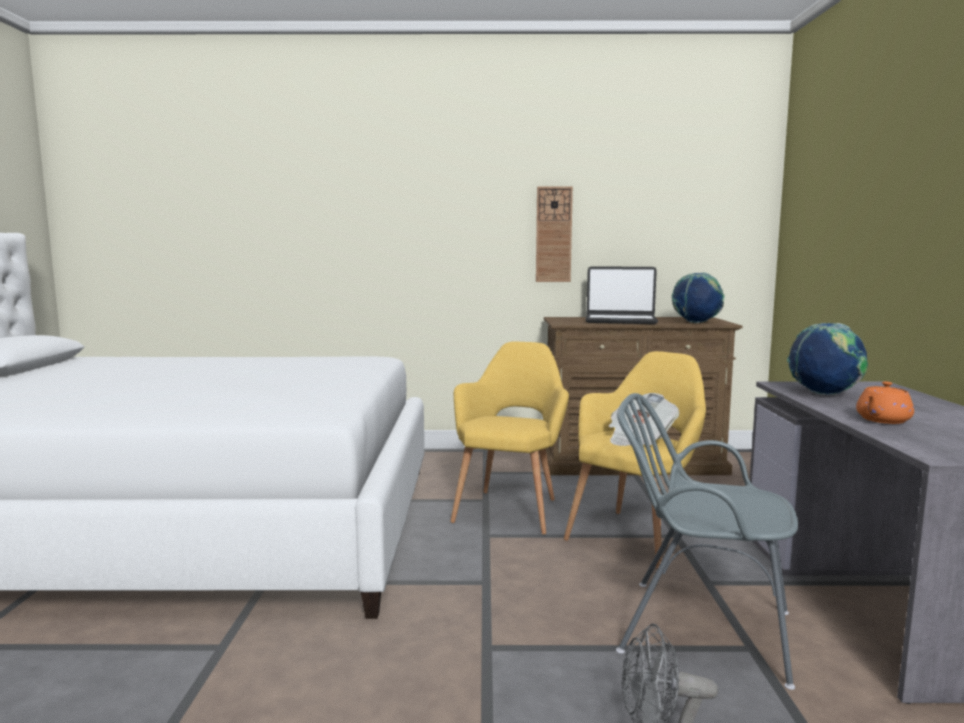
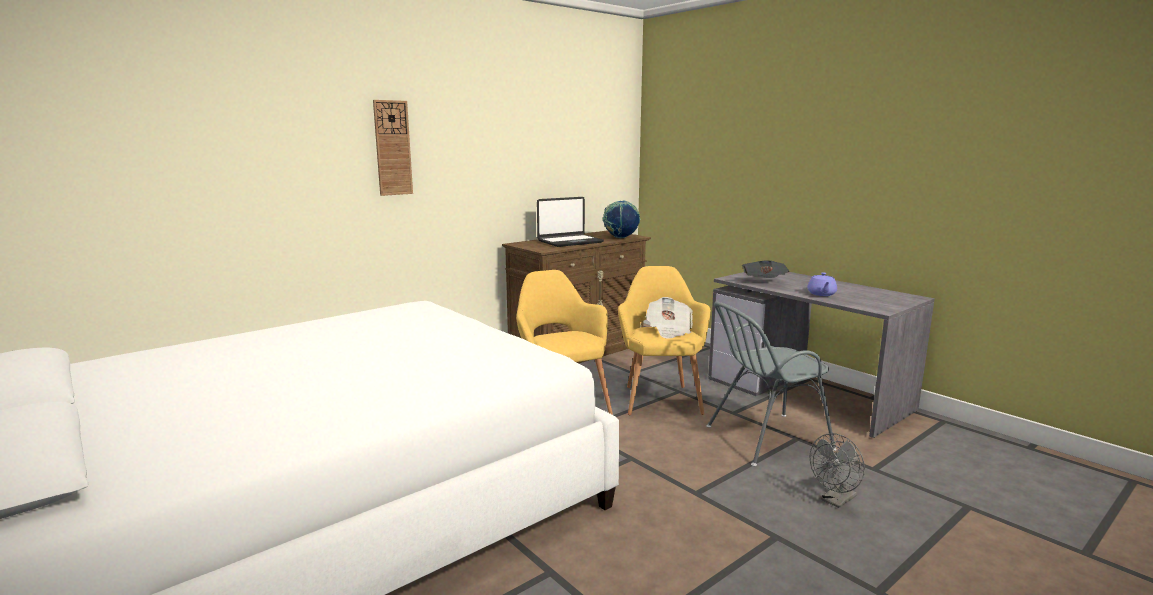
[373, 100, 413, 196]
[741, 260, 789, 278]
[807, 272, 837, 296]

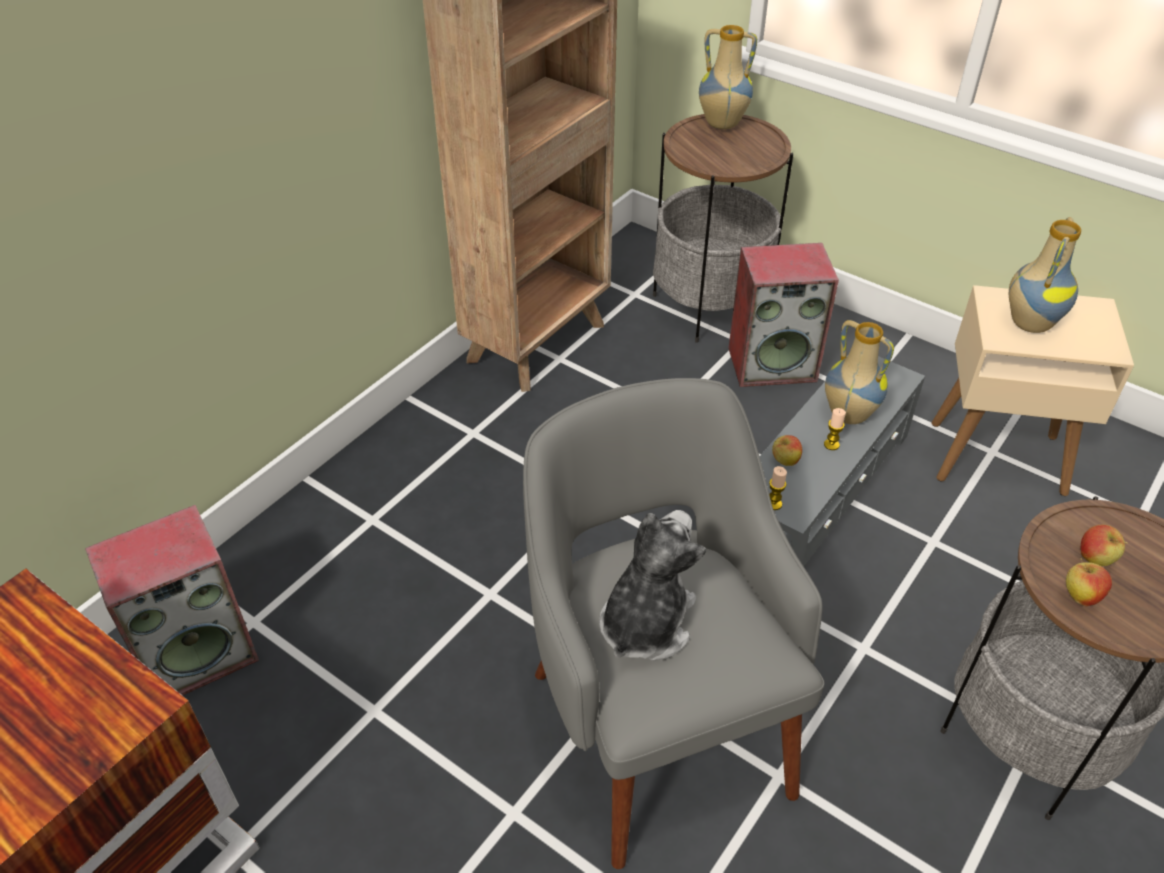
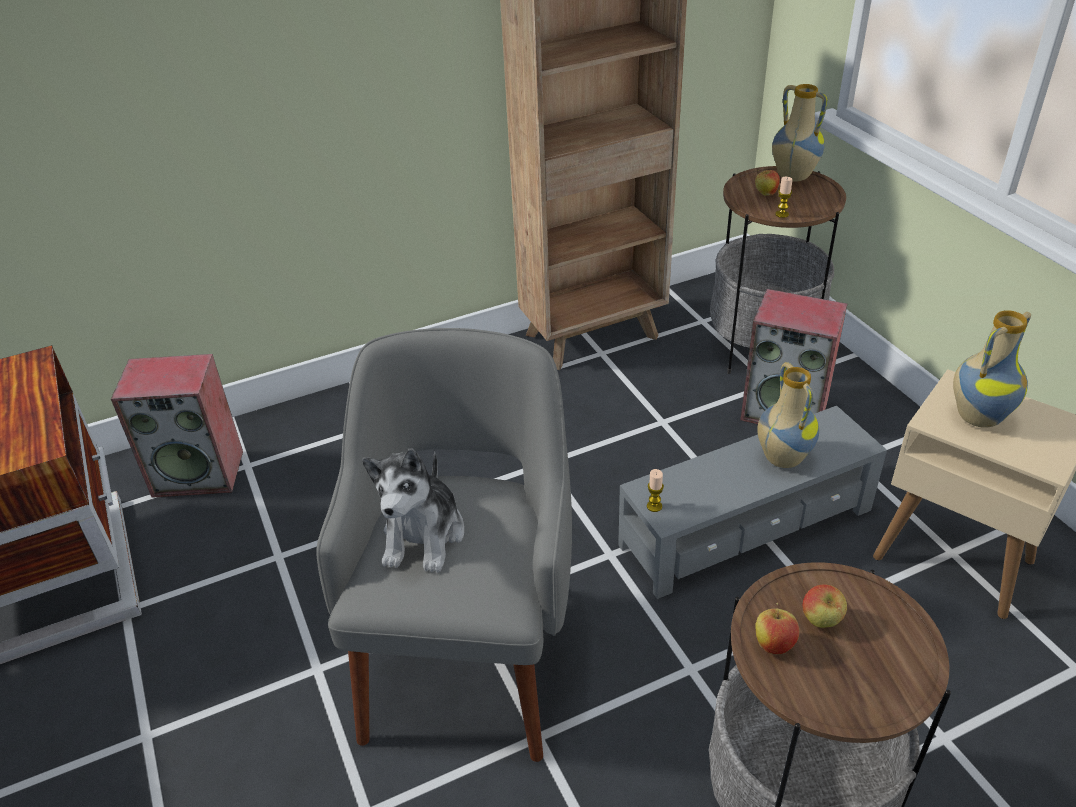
[755, 170, 780, 196]
[775, 177, 793, 218]
[362, 449, 464, 573]

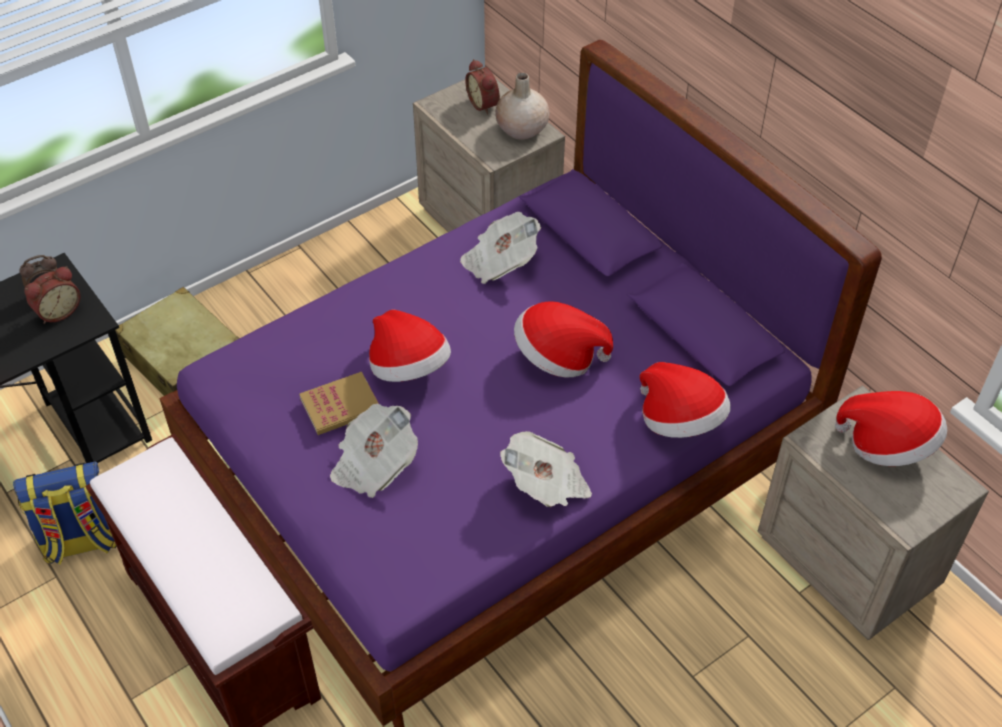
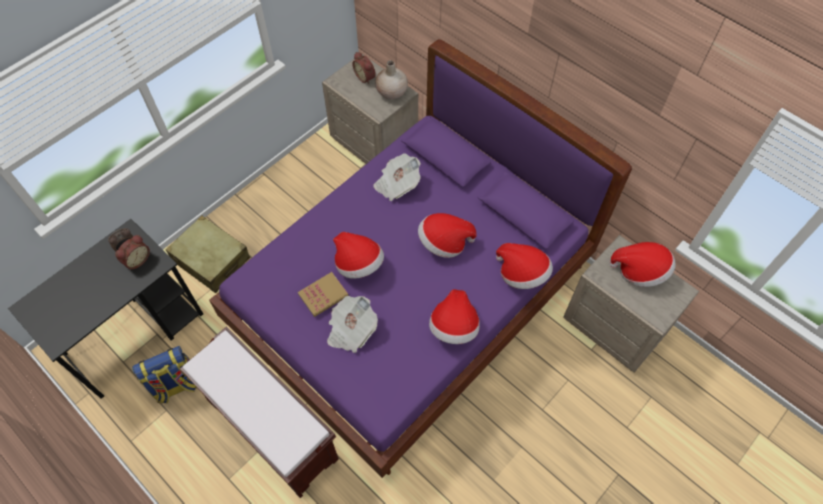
[429, 289, 480, 344]

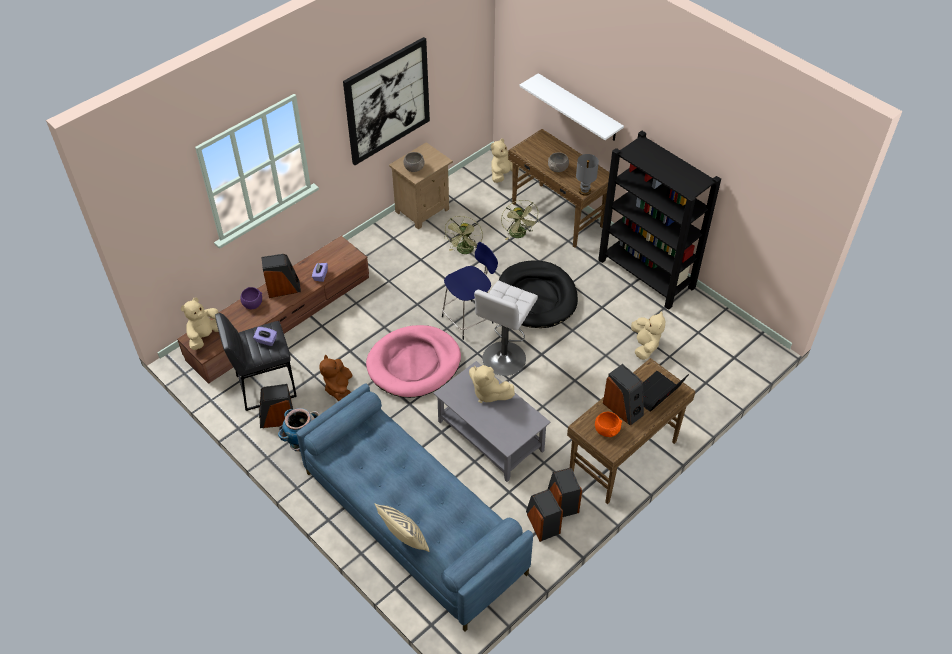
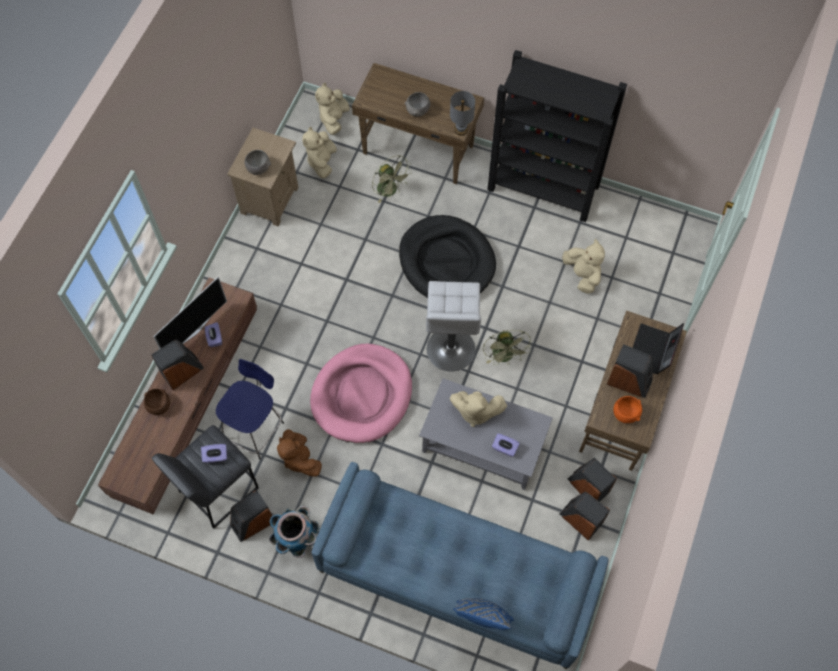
[343, 37, 430, 165] (first image)
[519, 73, 624, 141] (first image)
[153, 277, 227, 349]
[492, 433, 520, 457]
[302, 127, 337, 178]
[216, 359, 284, 459]
[483, 330, 531, 365]
[144, 389, 170, 415]
[453, 598, 514, 630]

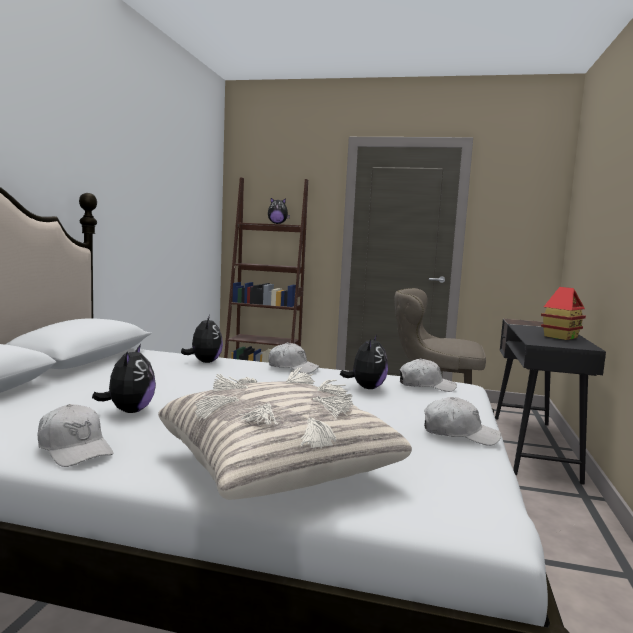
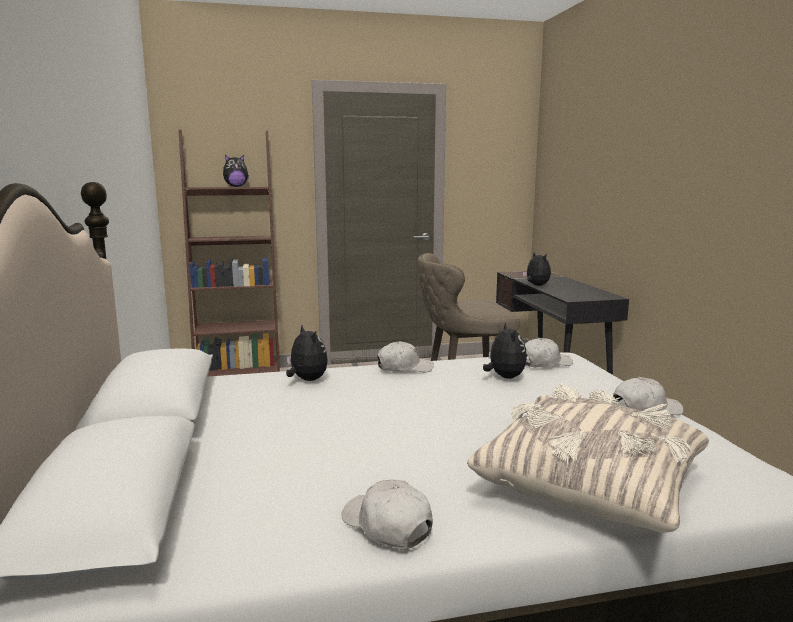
[541, 287, 586, 340] (first image)
[523, 252, 551, 286]
[342, 480, 433, 549]

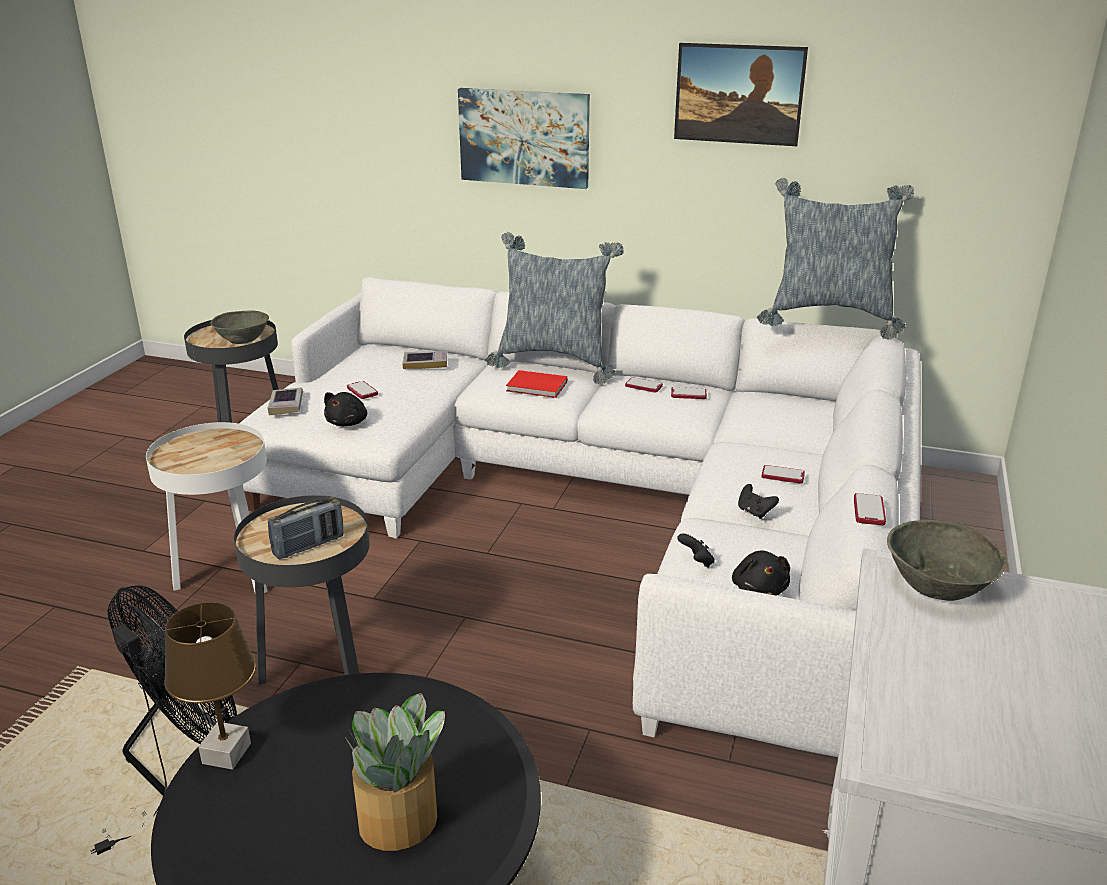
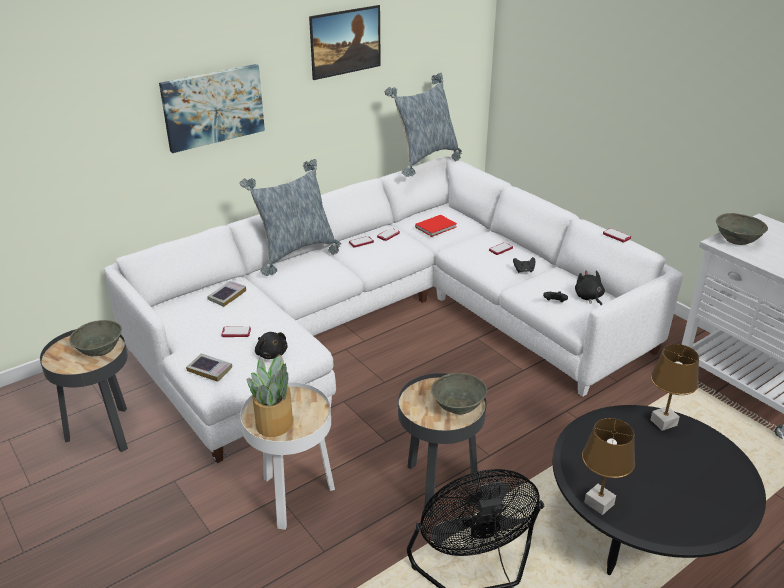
[650, 344, 699, 431]
[246, 355, 293, 437]
[415, 215, 457, 237]
[431, 373, 487, 415]
[575, 270, 605, 305]

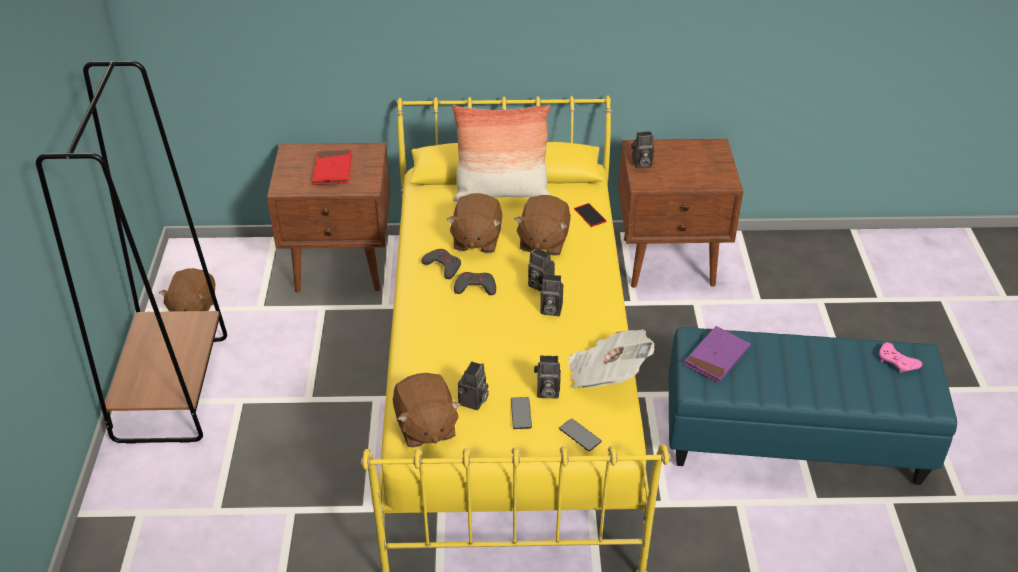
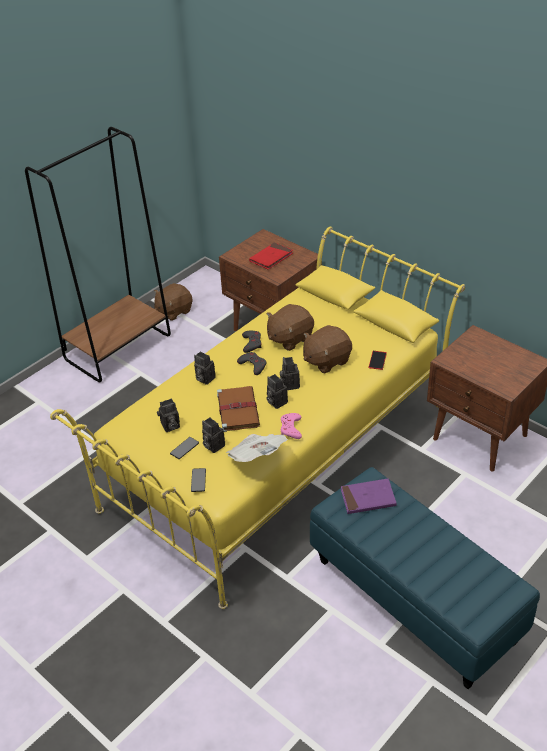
[393, 373, 461, 448] (first image)
[453, 104, 551, 202] (first image)
[217, 386, 260, 432]
[194, 352, 216, 385]
[281, 413, 302, 439]

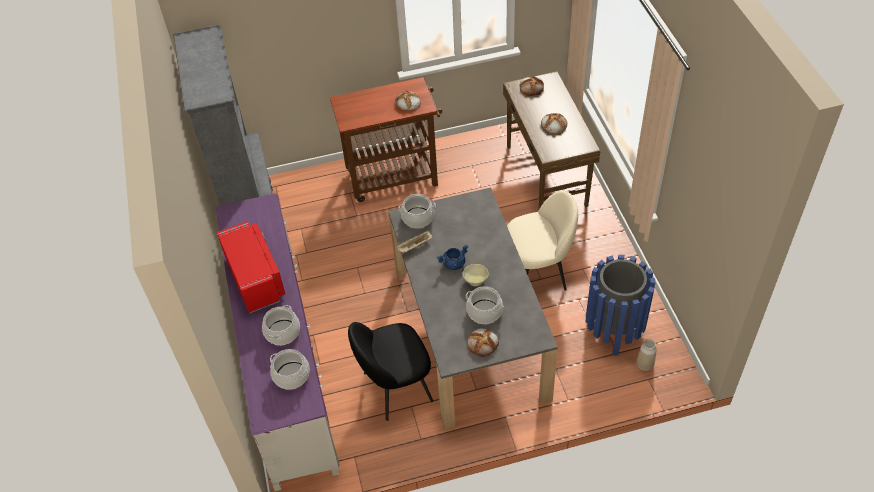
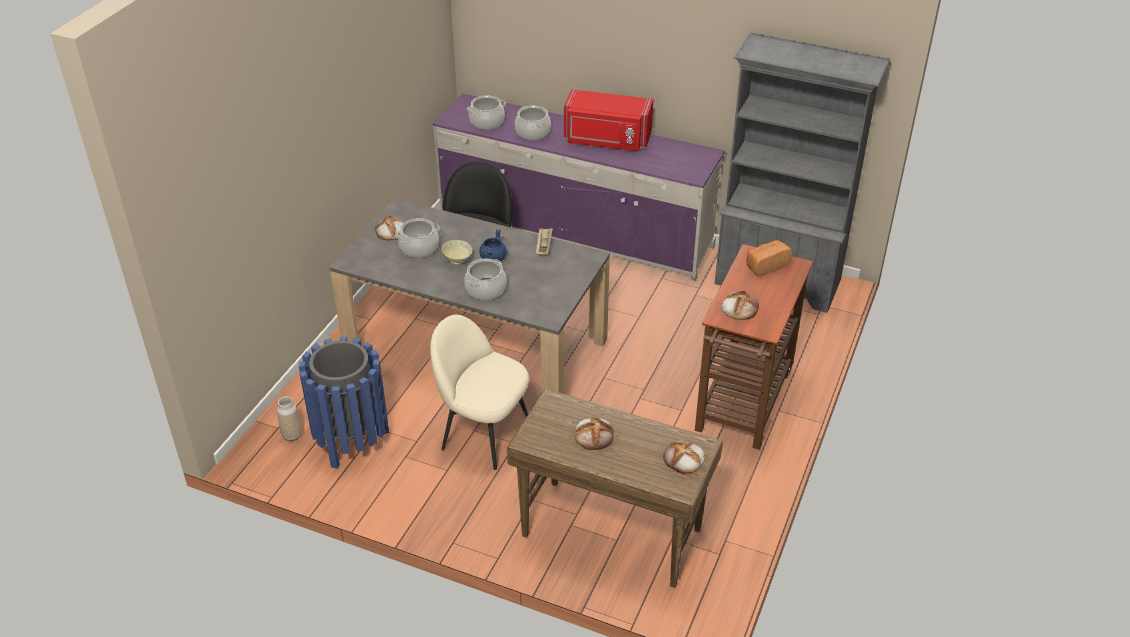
[746, 240, 792, 277]
[464, 259, 507, 300]
[430, 315, 529, 470]

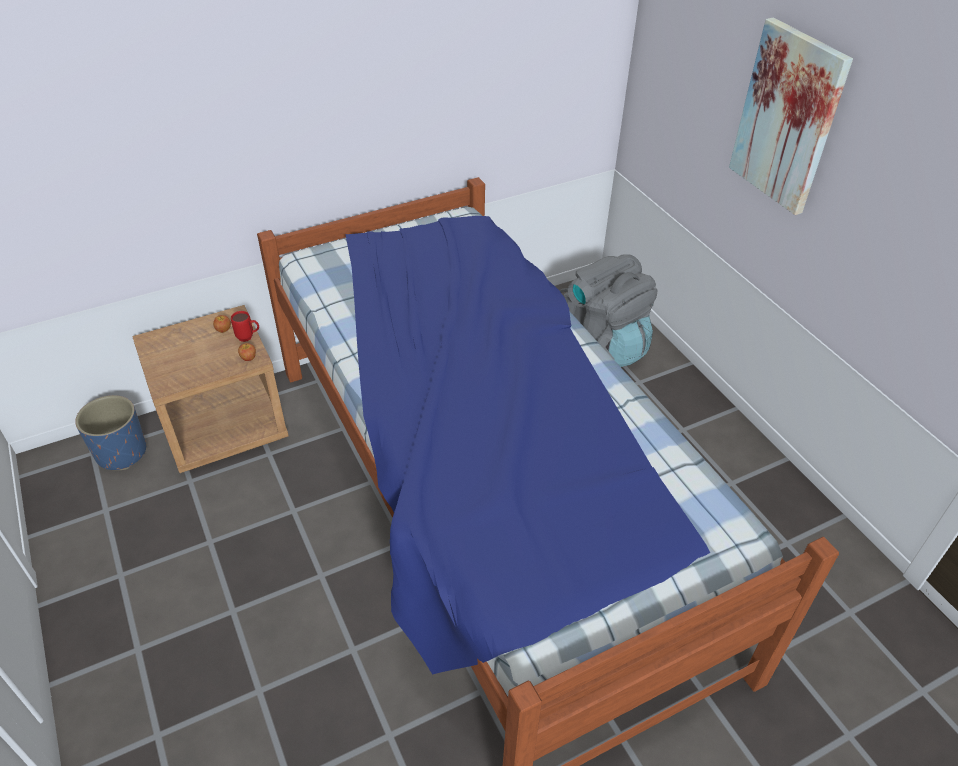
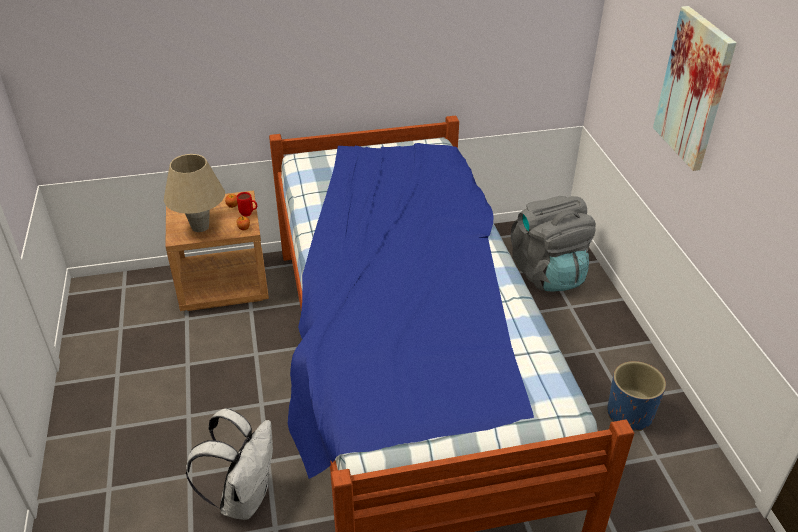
[164, 154, 225, 232]
[186, 408, 273, 520]
[607, 361, 666, 431]

